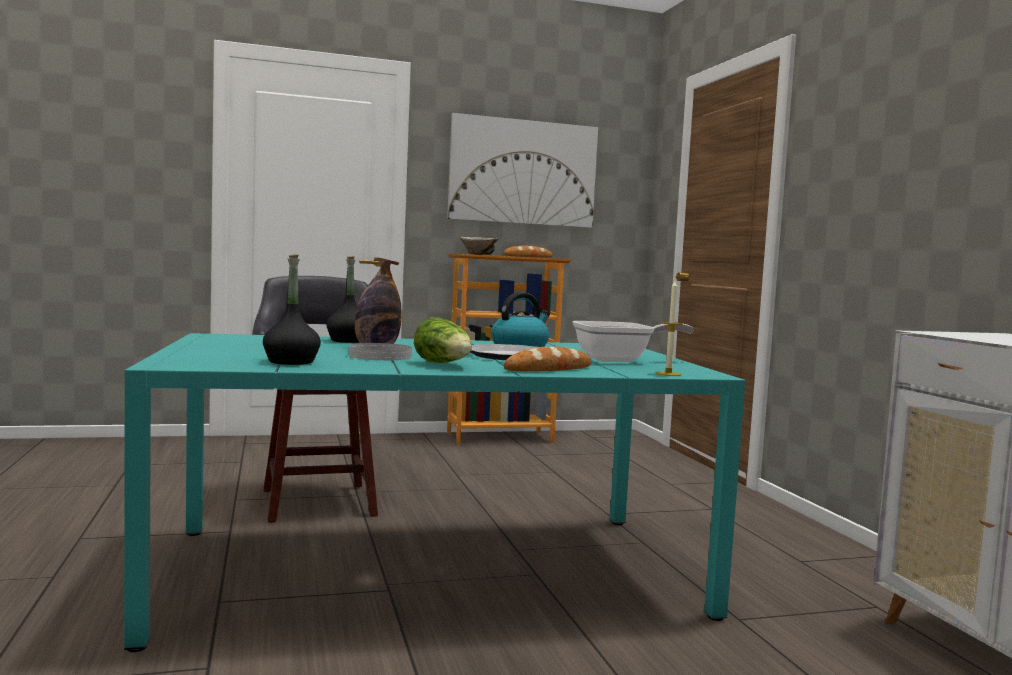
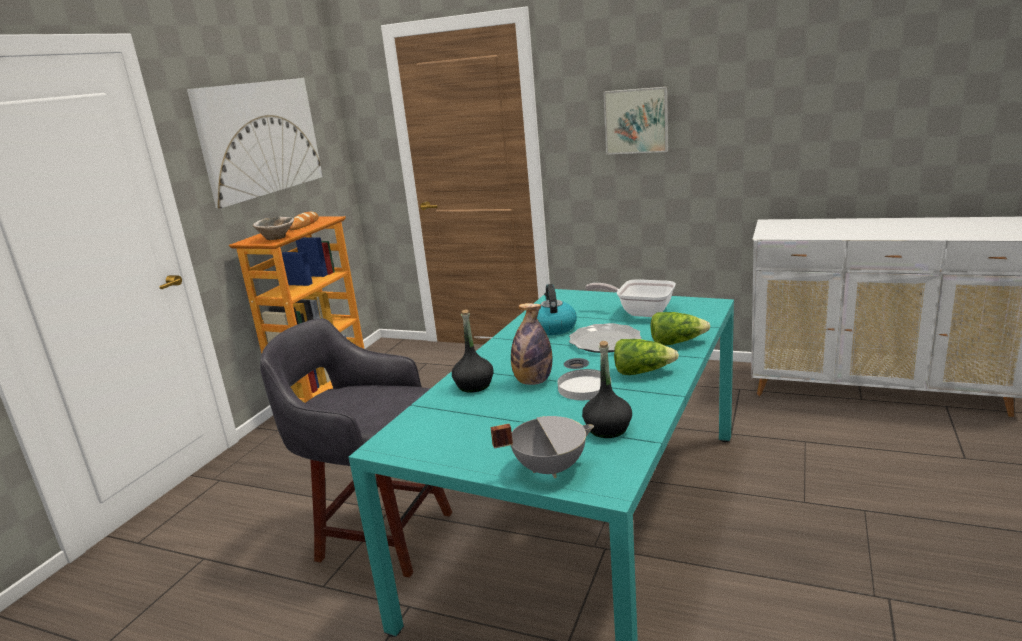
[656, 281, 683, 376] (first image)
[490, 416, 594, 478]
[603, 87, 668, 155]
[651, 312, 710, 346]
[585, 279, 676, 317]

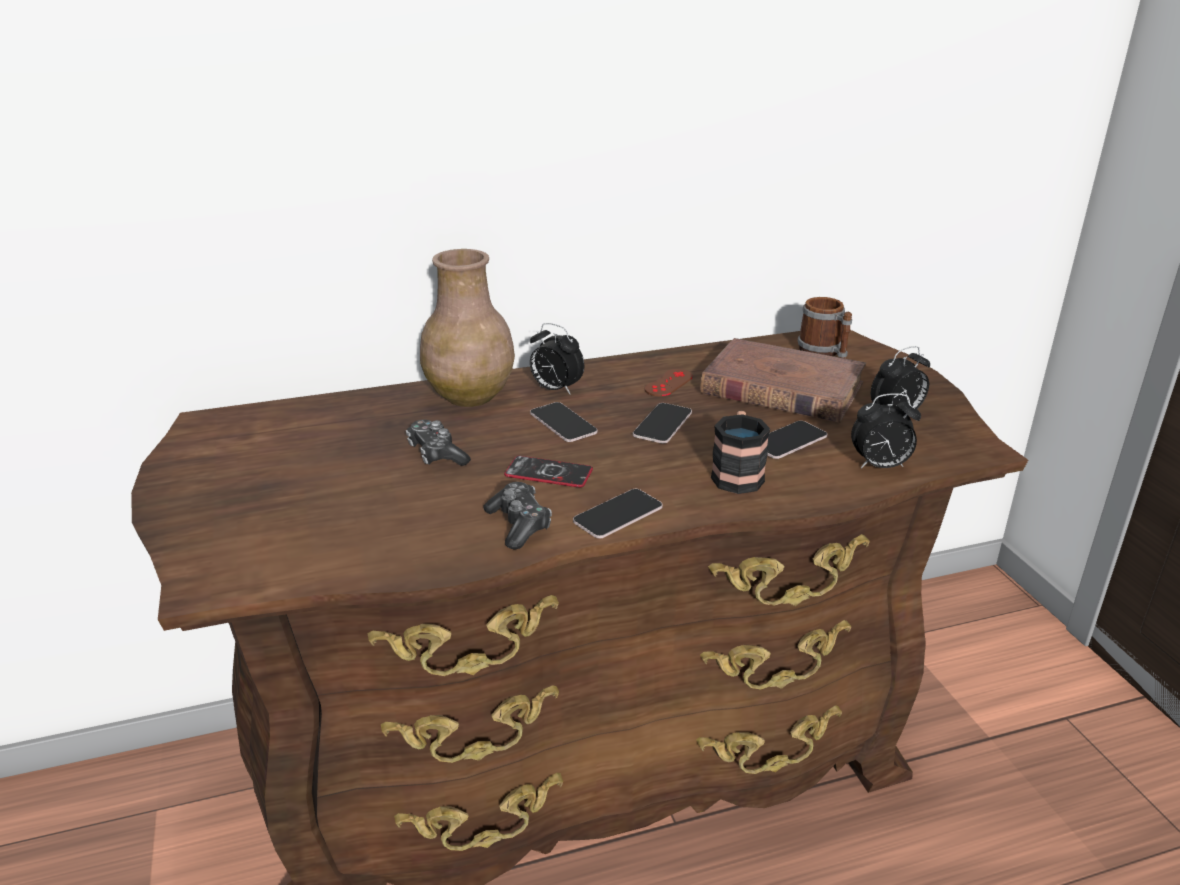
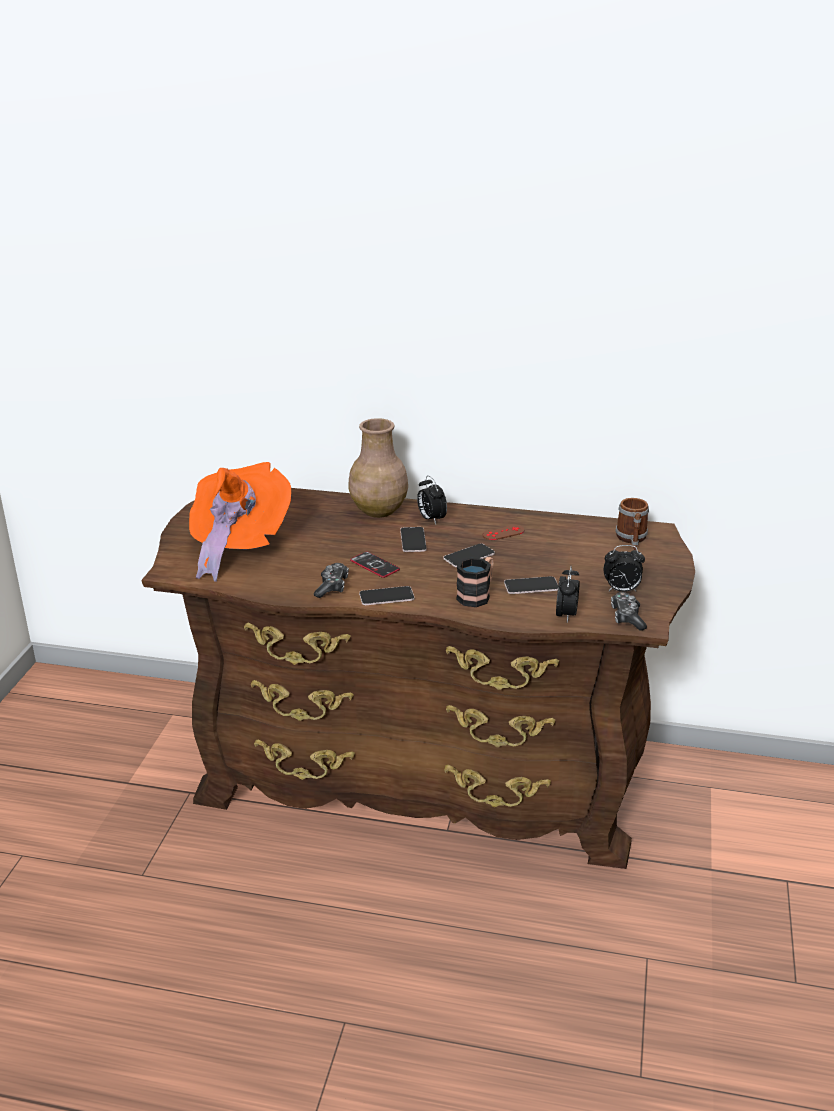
[700, 338, 866, 423] (first image)
[189, 462, 291, 582]
[611, 592, 647, 630]
[556, 566, 580, 622]

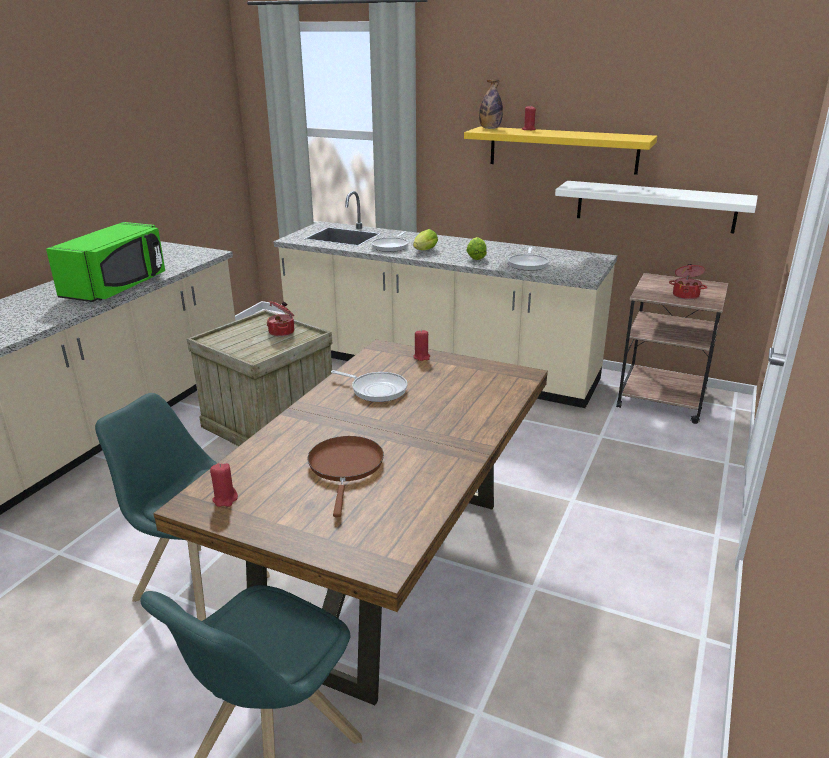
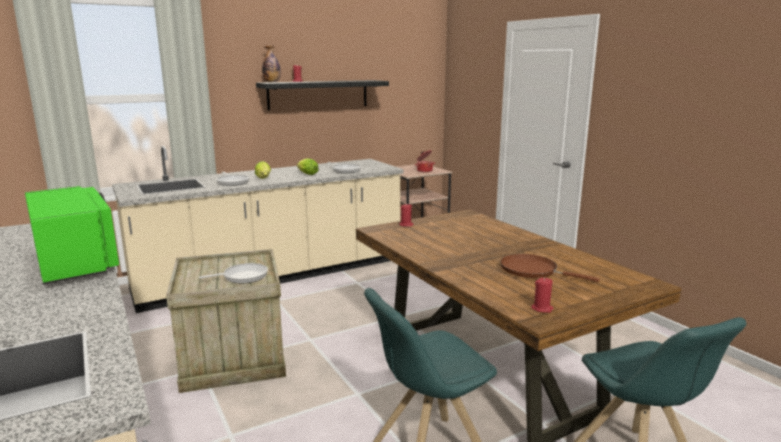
[267, 301, 294, 337] (first image)
[555, 181, 758, 233] (first image)
[199, 263, 268, 283]
[256, 80, 389, 110]

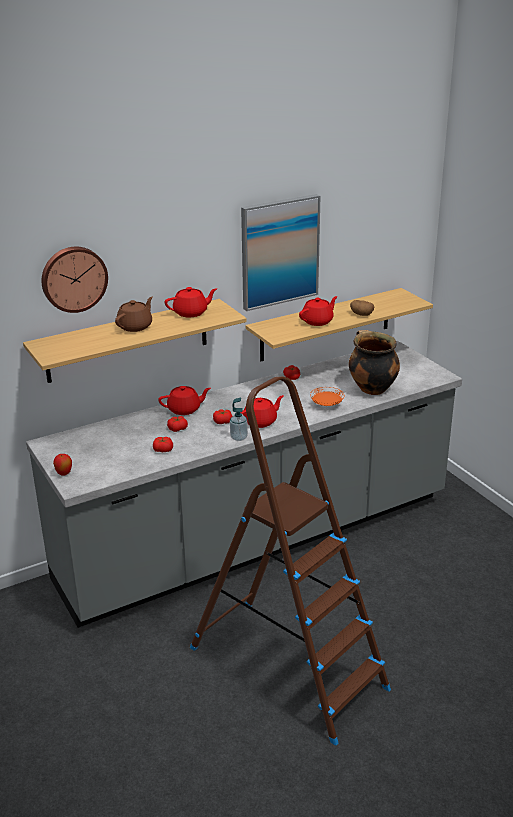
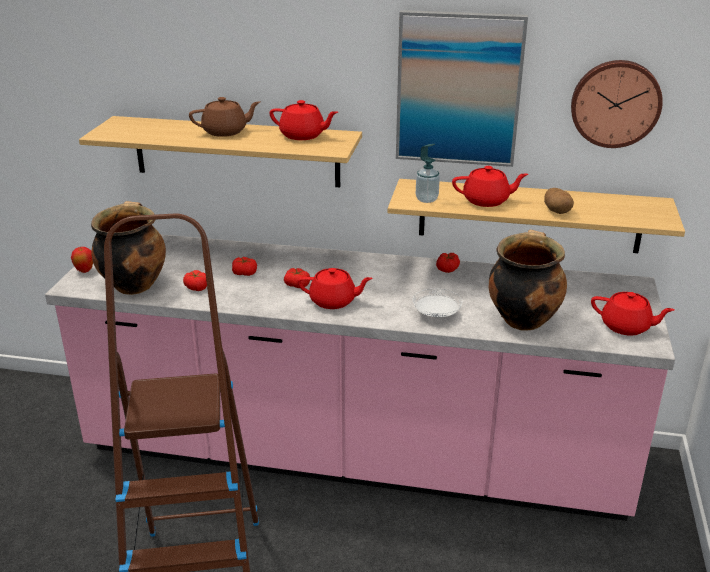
[91, 201, 166, 295]
[571, 60, 663, 148]
[591, 292, 675, 335]
[416, 144, 440, 203]
[45, 234, 675, 521]
[413, 288, 463, 317]

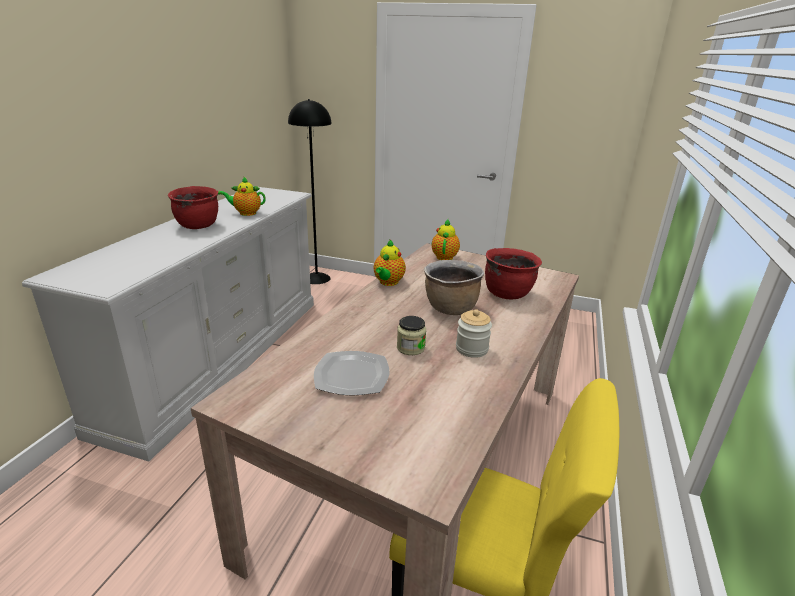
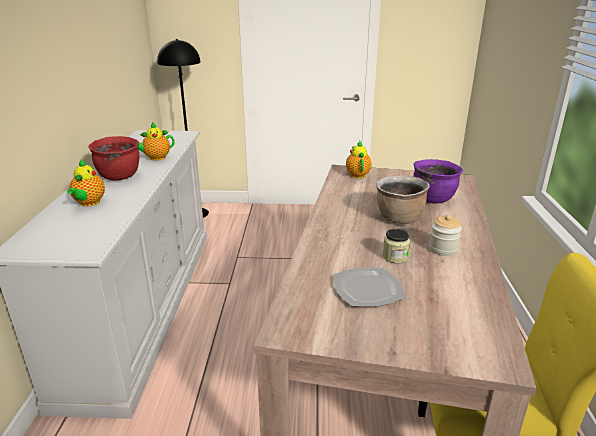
[67, 159, 105, 206]
[413, 159, 463, 204]

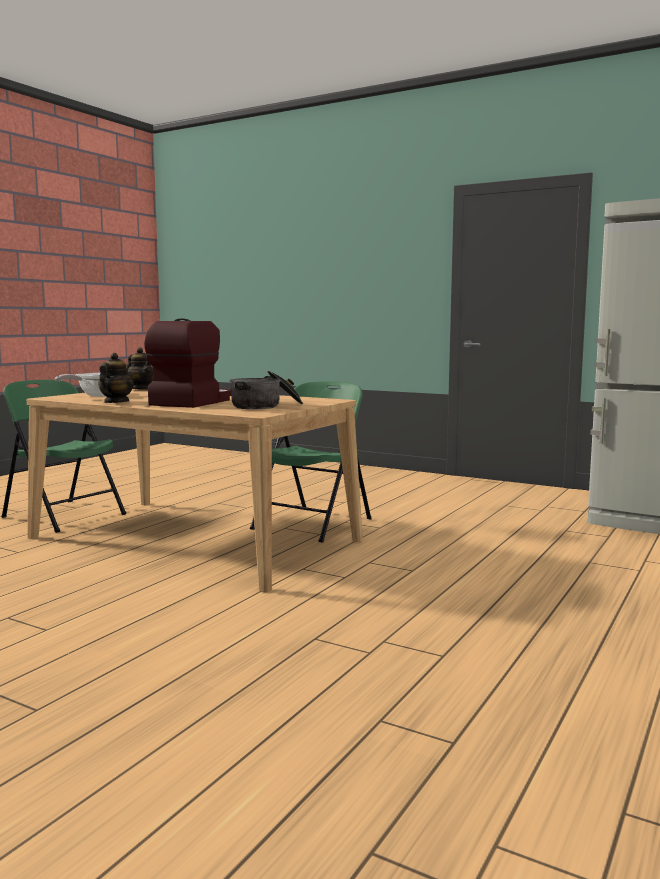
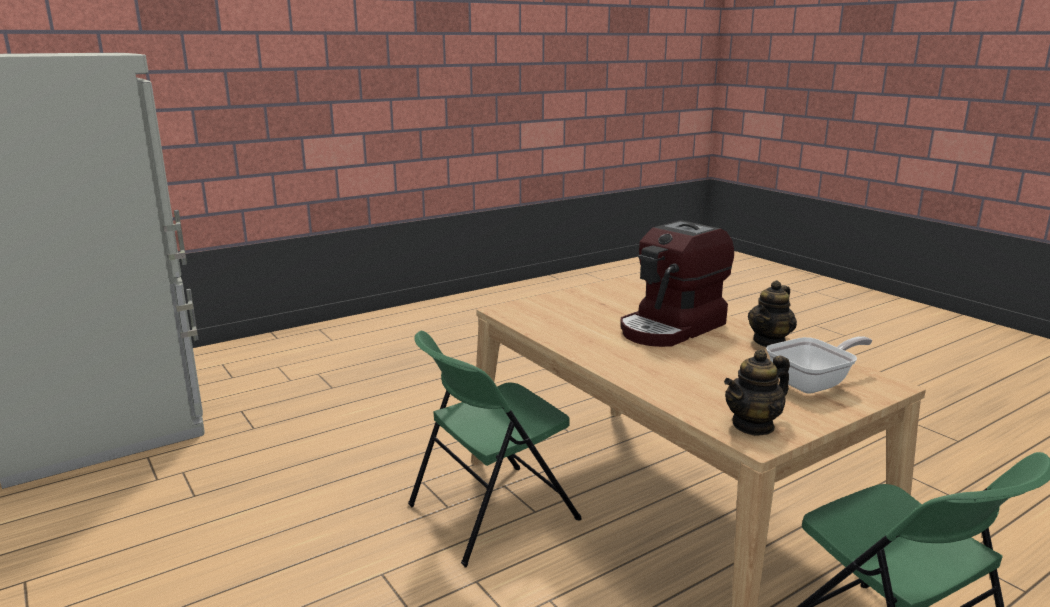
[230, 371, 303, 409] (first image)
[724, 349, 790, 436]

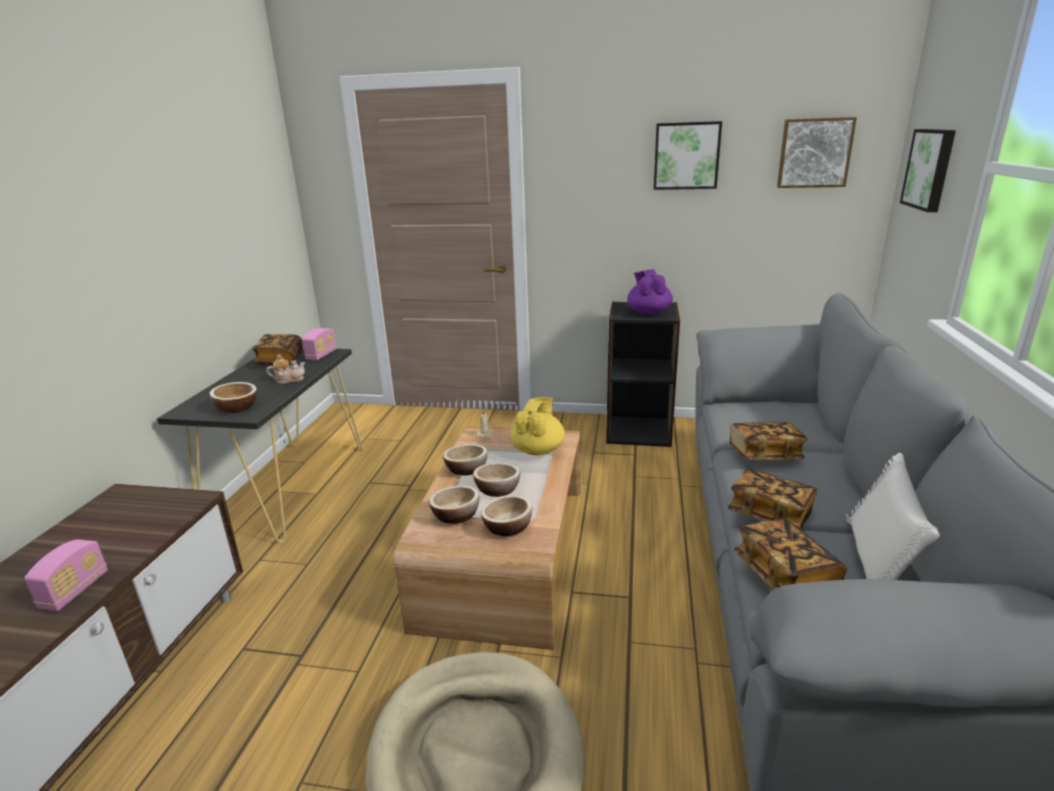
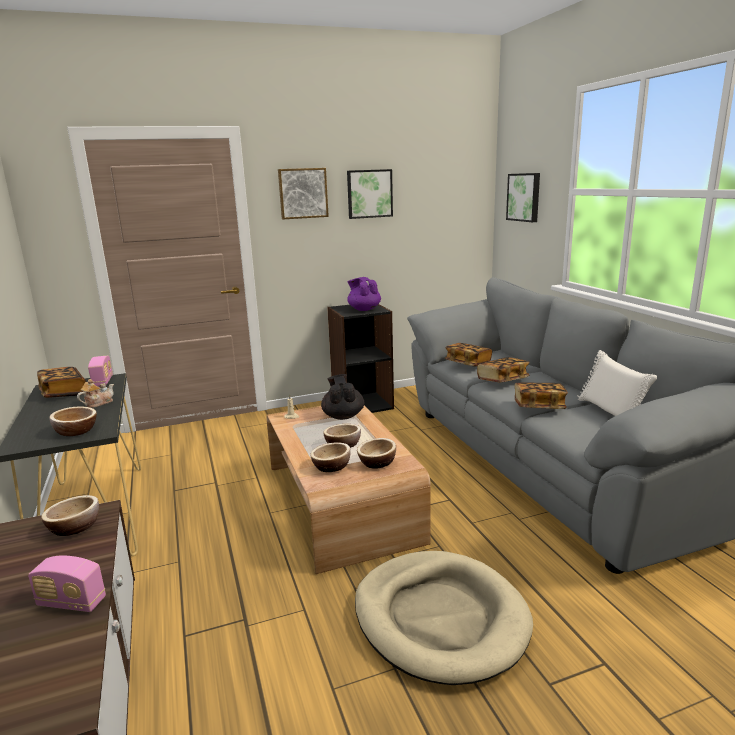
[41, 495, 99, 536]
[444, 343, 492, 367]
[278, 168, 329, 219]
[321, 374, 364, 420]
[28, 556, 106, 612]

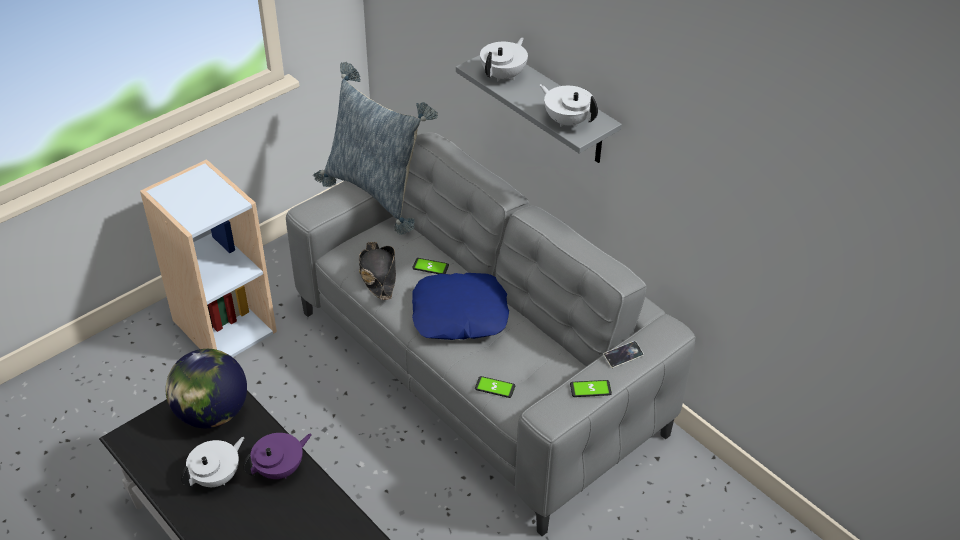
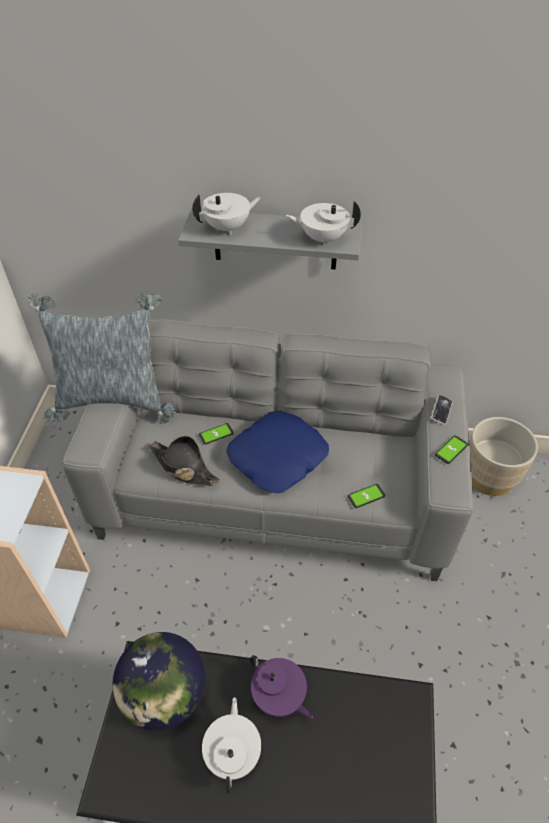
[469, 417, 538, 496]
[250, 655, 313, 718]
[192, 193, 261, 235]

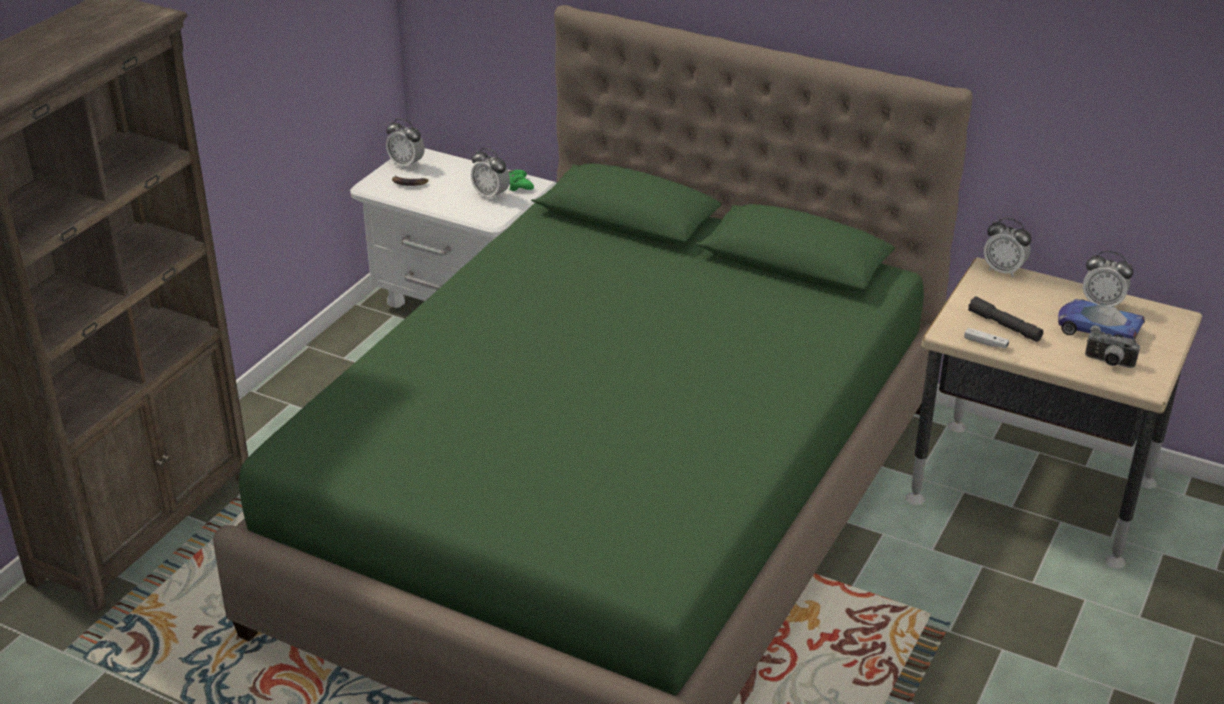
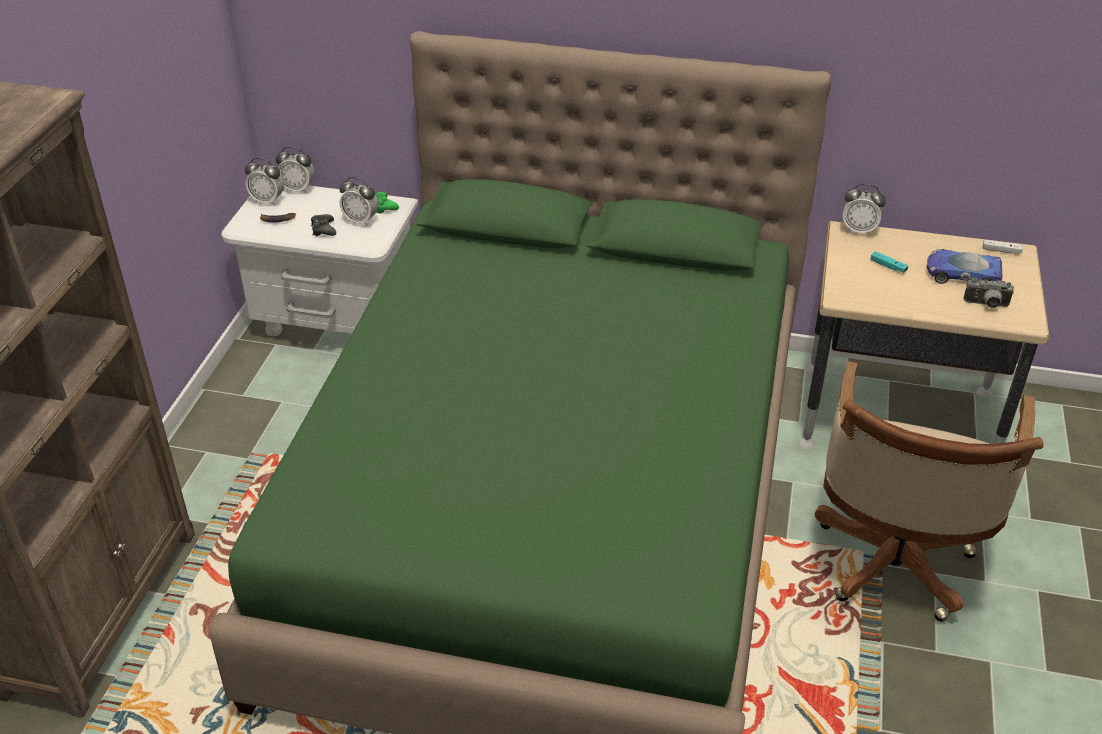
[968, 296, 1043, 342] (first image)
[311, 214, 336, 236]
[815, 361, 1043, 622]
[871, 251, 908, 273]
[983, 240, 1023, 253]
[276, 147, 315, 193]

